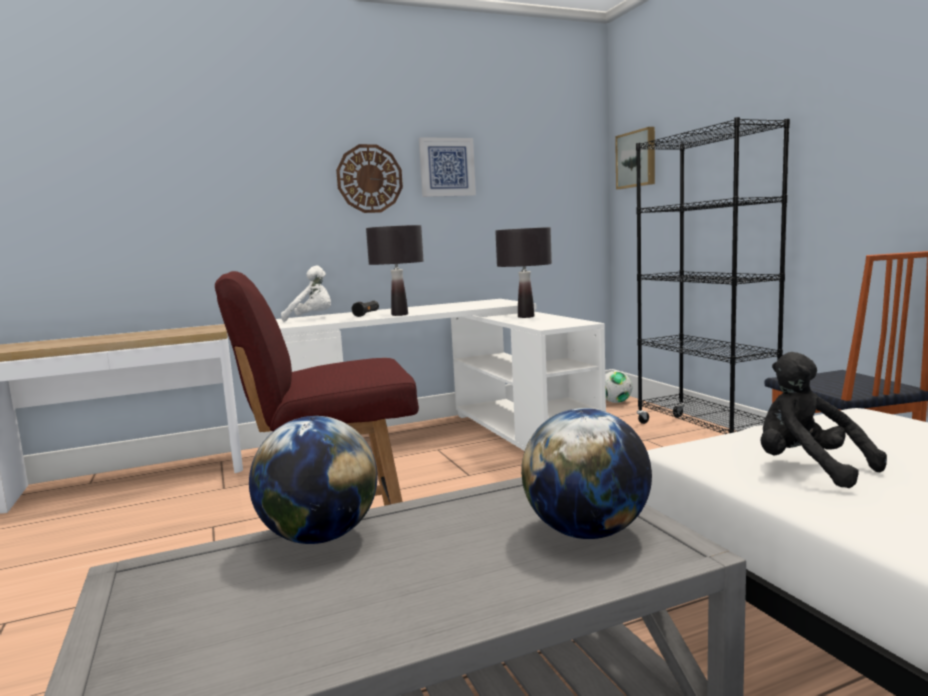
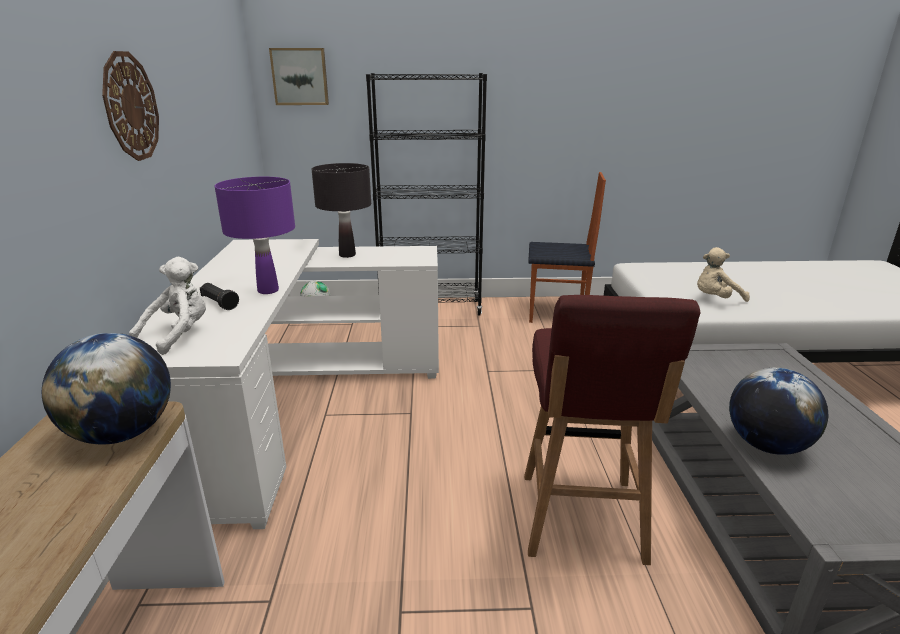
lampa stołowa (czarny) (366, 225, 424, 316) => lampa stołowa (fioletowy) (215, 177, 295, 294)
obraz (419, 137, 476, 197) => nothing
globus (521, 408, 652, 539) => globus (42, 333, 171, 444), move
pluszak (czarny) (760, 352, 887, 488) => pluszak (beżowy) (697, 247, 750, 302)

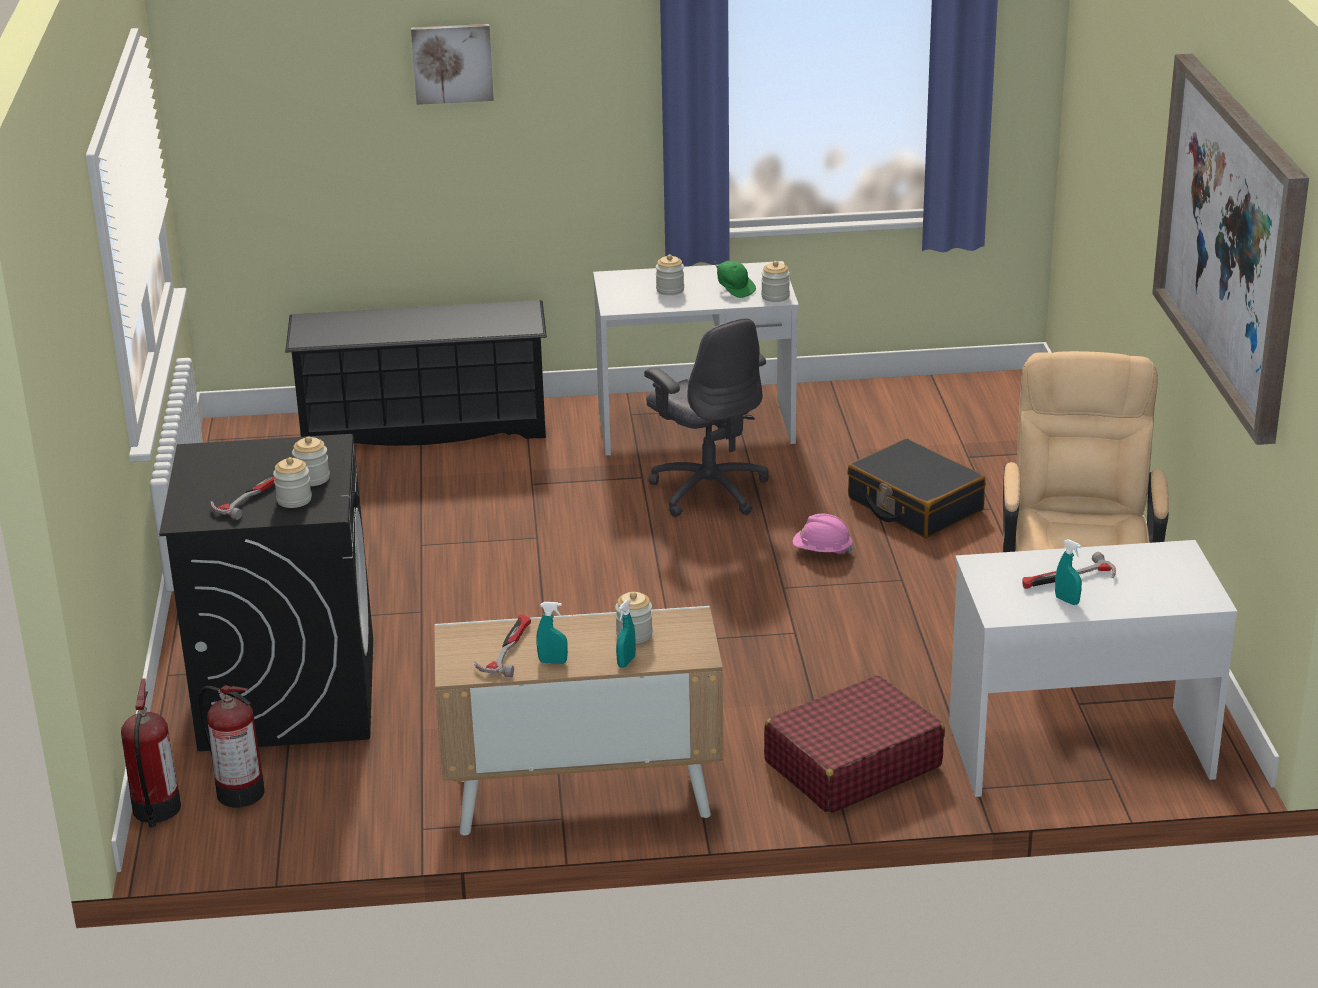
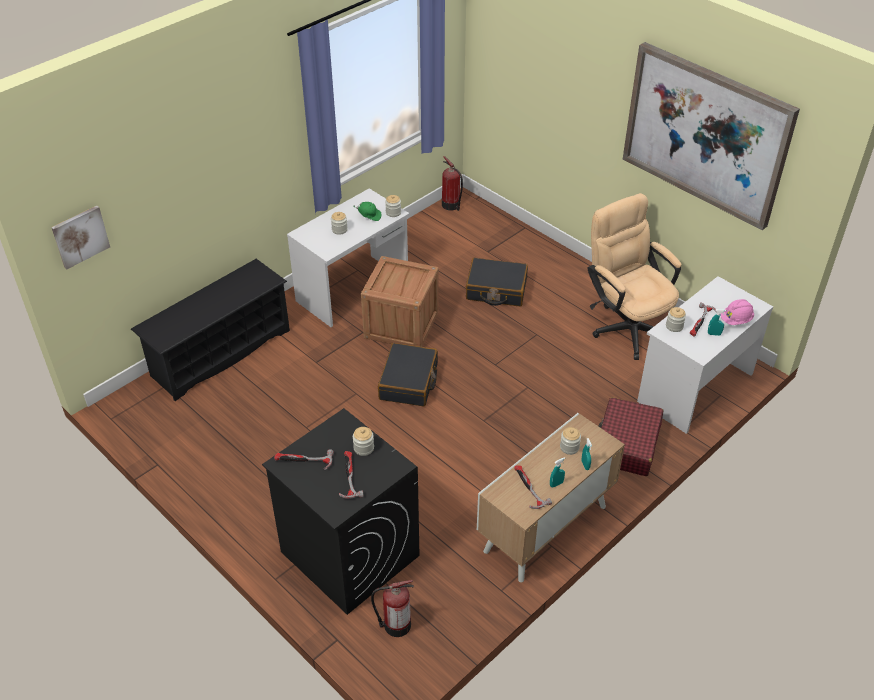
gaśnica (121, 679, 181, 828) => gaśnica (442, 156, 463, 211), move
słoik (273, 457, 312, 508) => słoik (666, 307, 686, 332), move
obraz (411, 24, 494, 105) => obraz (51, 206, 110, 269), move
krzesło biurowe (szary) (644, 318, 769, 517) => skrzynka (361, 256, 439, 347)
kask (różowy) (793, 514, 853, 554) => kask (różowy) (720, 299, 754, 325), move
nothing => młotek (274, 450, 334, 470)
nothing => walizka (czarny) (378, 343, 438, 407)

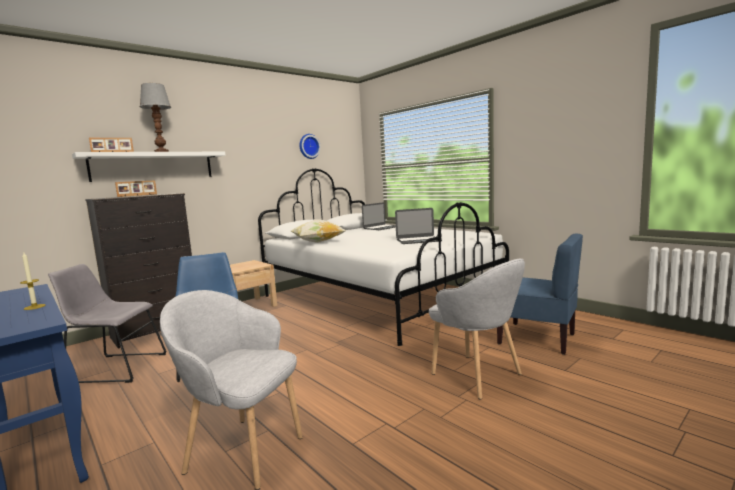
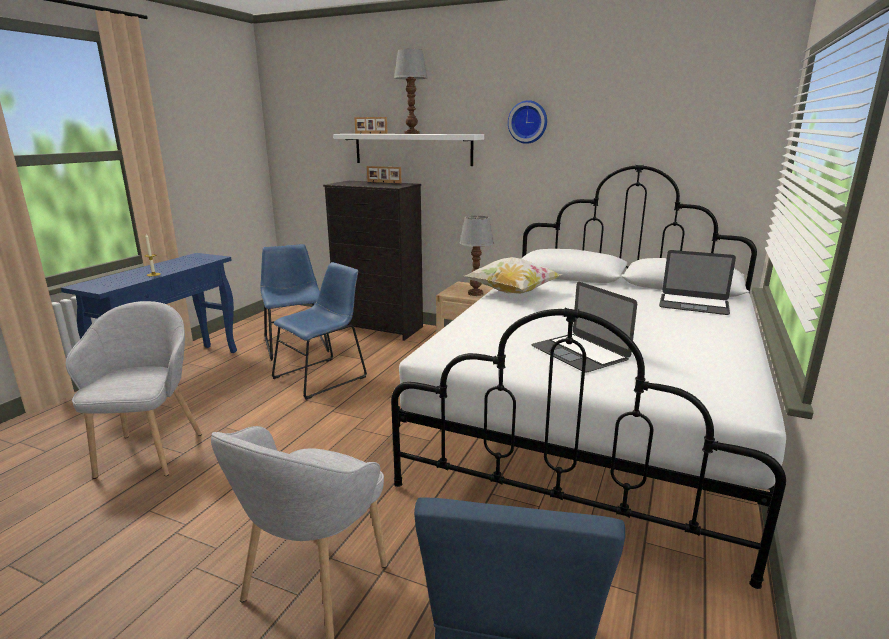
krzesło (szary) (48, 264, 167, 383) => krzesło (niebieski) (260, 244, 329, 361)
zegar ścienny (300, 134, 321, 159) => zegar ścienny (508, 100, 547, 144), move
nothing => lampa stołowa (460, 216, 494, 296)

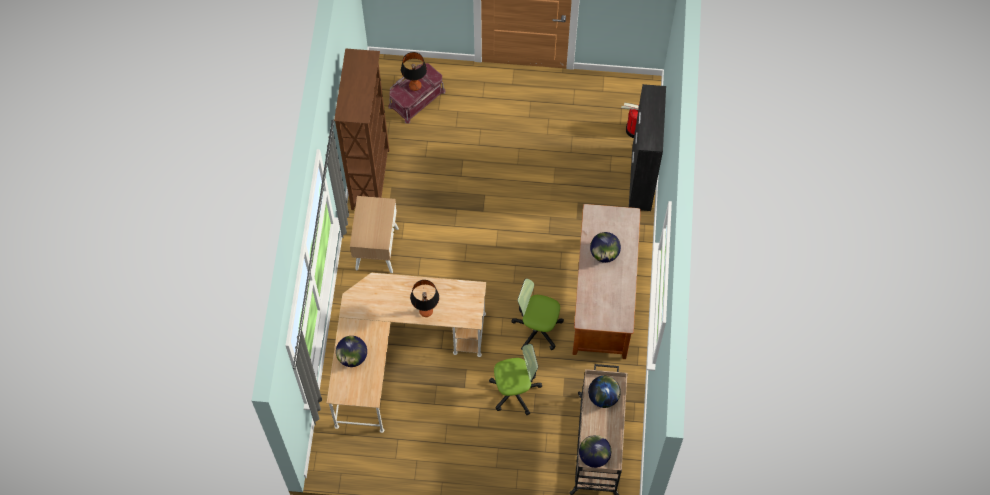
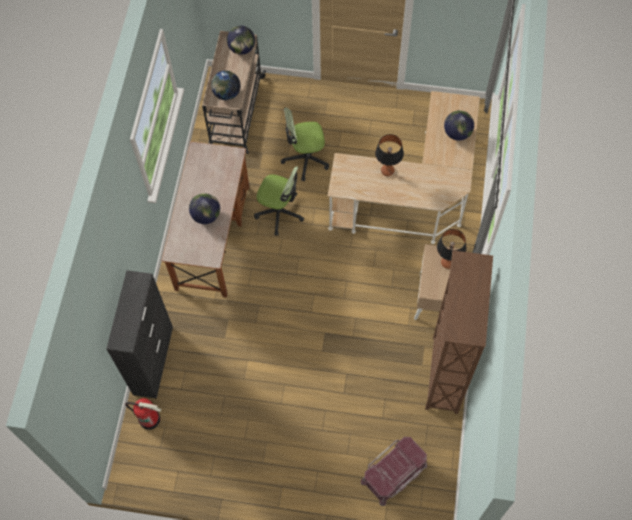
lampa stołowa (401, 52, 427, 91) => lampa stołowa (437, 229, 466, 269), move

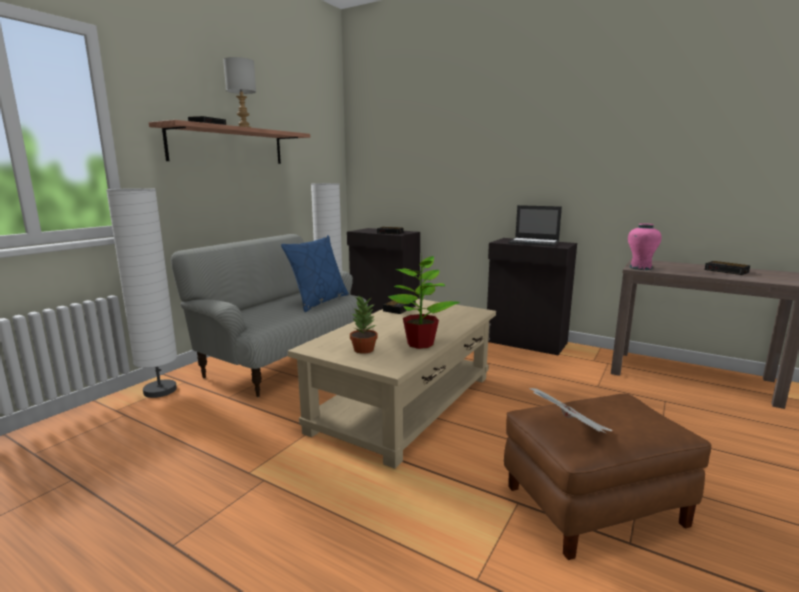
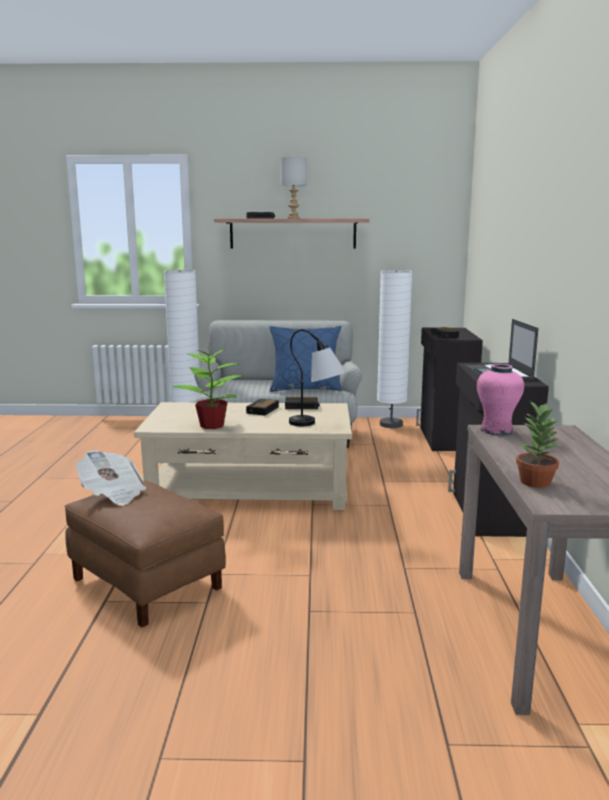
roślina doniczkowa (350, 295, 378, 354) => roślina doniczkowa (516, 401, 562, 488), move
budzik (705, 261, 750, 275) => budzik (246, 399, 279, 416), move
nothing => lampa stołowa (289, 329, 346, 426)

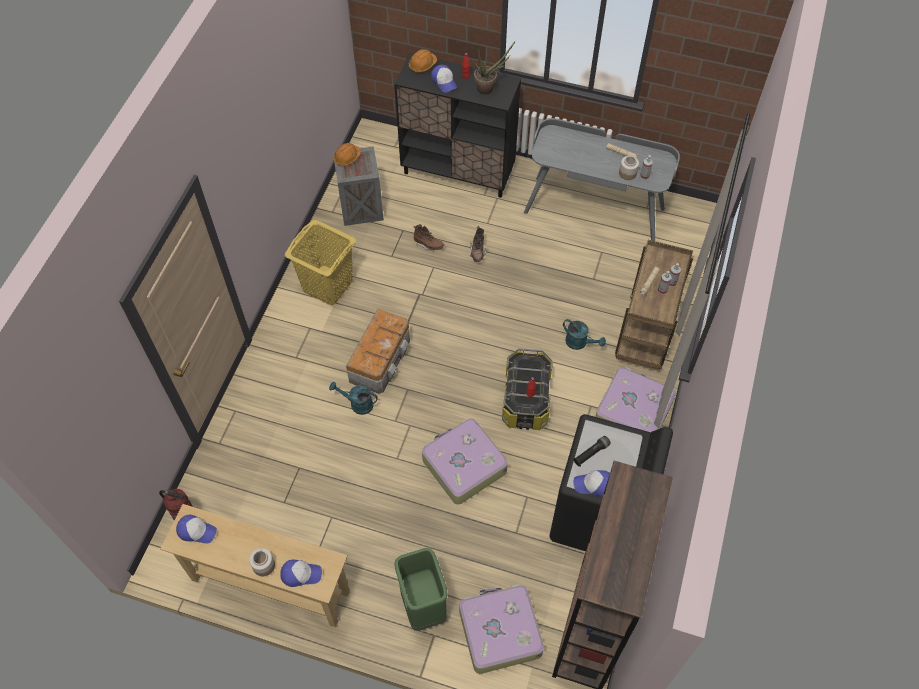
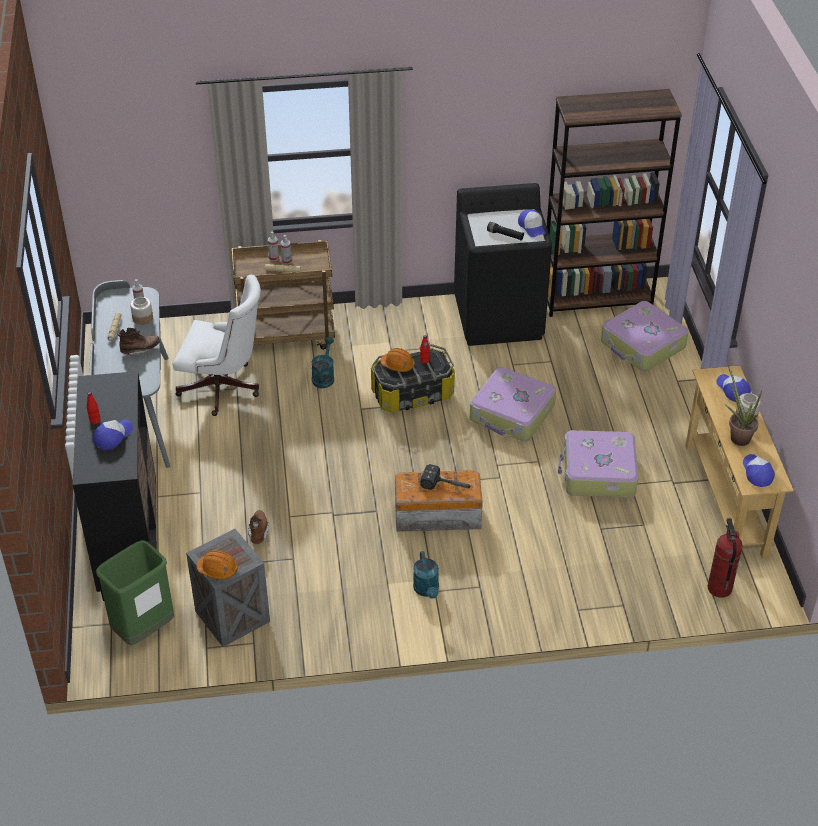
kosz na pranie (żółty) (285, 220, 356, 305) => nothing
konewka (turkusowy) (329, 382, 378, 415) => konewka (turkusowy) (413, 551, 439, 599), move
kosz na śmieci (zielony) (395, 548, 447, 631) => kosz na śmieci (zielony) (96, 540, 174, 645), move
kask (pomarańczowy) (409, 49, 437, 73) => kask (pomarańczowy) (380, 348, 415, 372), move
but z cholewką (brązowy) (470, 226, 486, 262) => but z cholewką (brązowy) (118, 328, 160, 357), move
roślina doniczkowa (474, 42, 515, 95) => roślina doniczkowa (724, 365, 762, 446), move
walizka (595, 367, 676, 432) => walizka (558, 430, 638, 498), move
nothing => krzesło biurowe (biały) (172, 275, 261, 416)
nothing => młotek (421, 464, 473, 490)

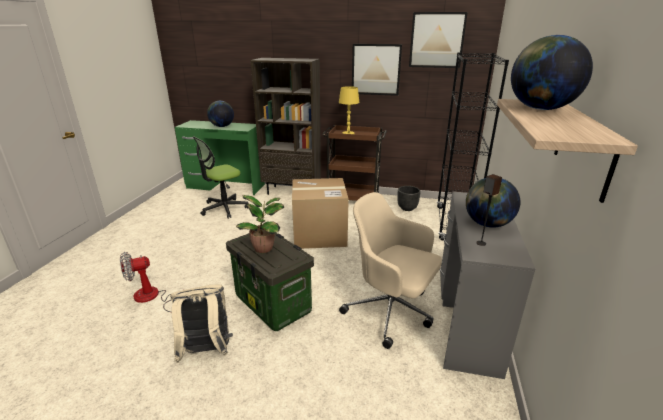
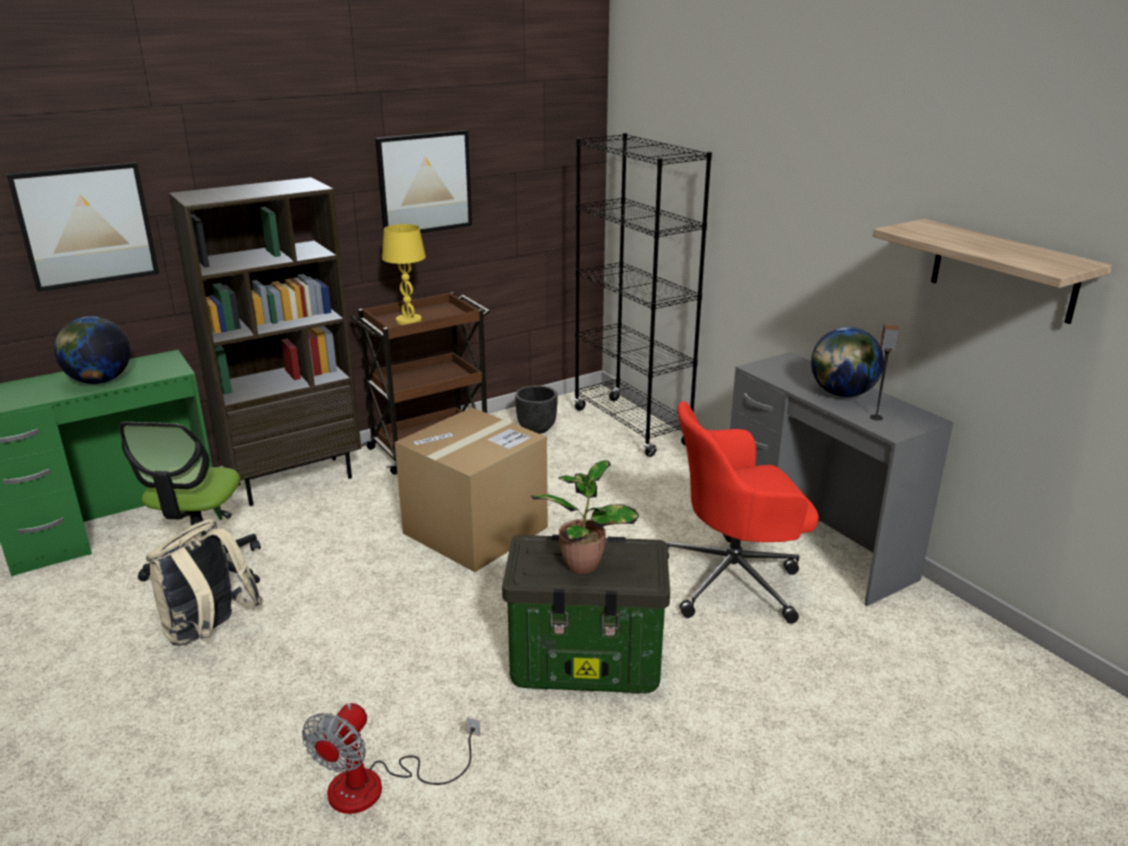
plecak (beżowy) (170, 285, 233, 363) => plecak (beżowy) (146, 519, 263, 646), move
krzesło biurowe (beżowy) (339, 192, 442, 349) => krzesło biurowe (czerwony) (666, 401, 819, 624)
obraz (409, 12, 468, 68) => obraz (6, 162, 159, 292), move
globus (511, 35, 593, 110) => nothing

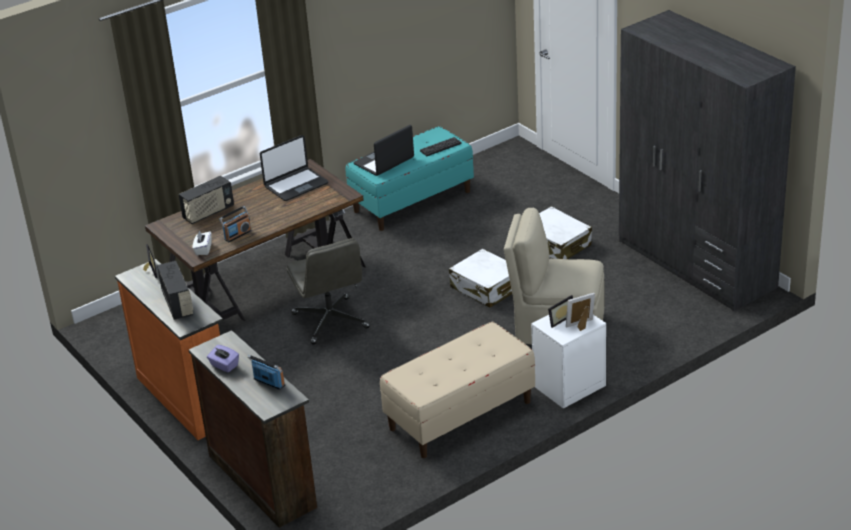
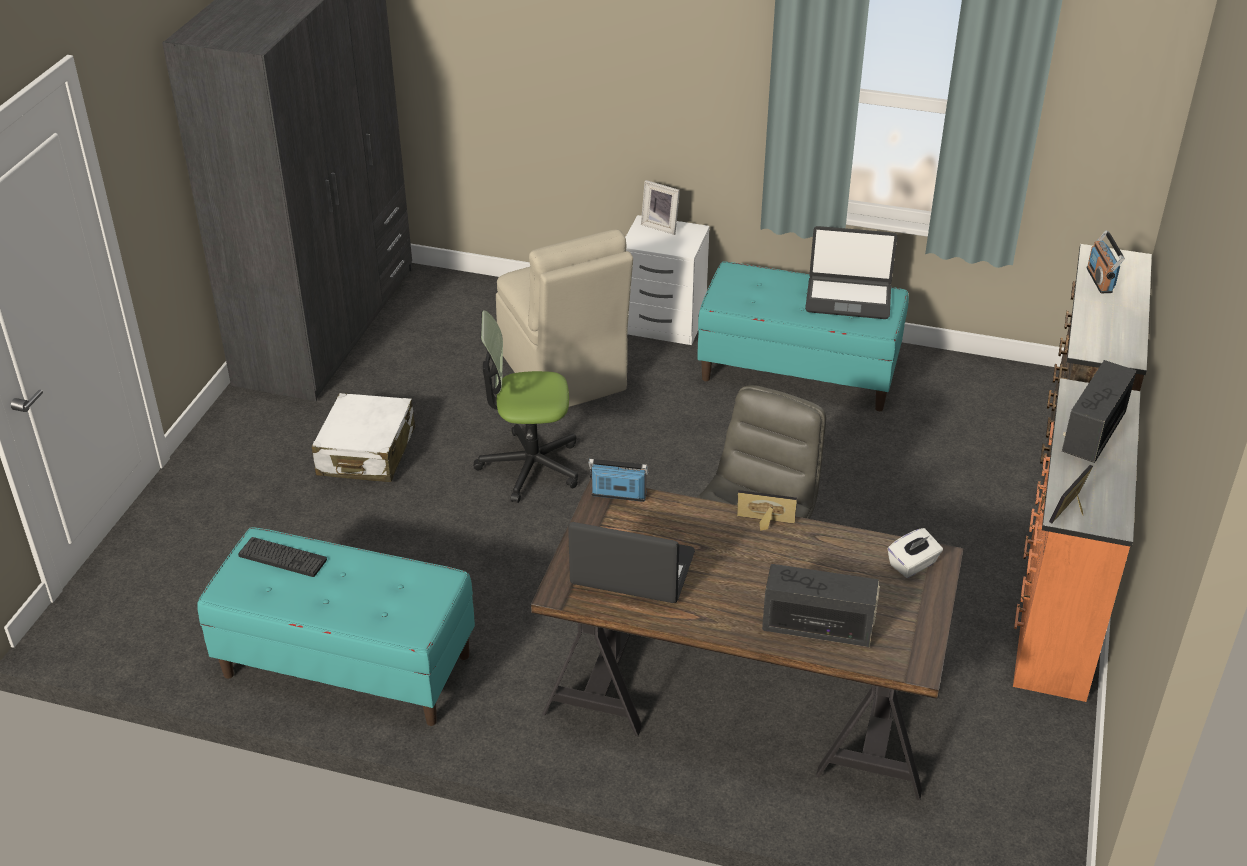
pudełko chusteczek (fioletowy) (207, 345, 239, 373) => nothing
radio (219, 206, 251, 242) => radio (588, 459, 649, 502), move
laptop (353, 125, 414, 176) => laptop (805, 226, 897, 319), move
ławka (beżowy) (380, 322, 535, 458) => ławka (turkusowy) (697, 262, 909, 411)
walizka (biały) (449, 249, 512, 308) => krzesło biurowe (474, 310, 578, 503)
ramka na zdjęcie (548, 295, 573, 328) => ramka na zdjęcie (737, 490, 797, 531), move

